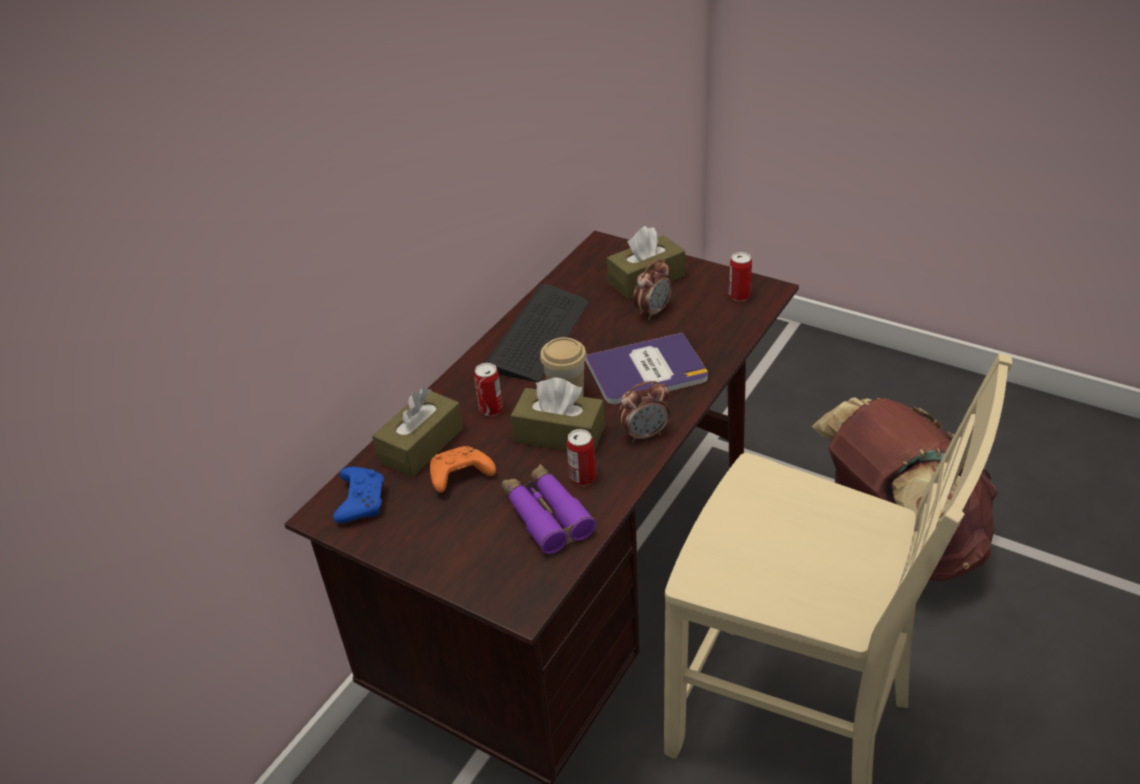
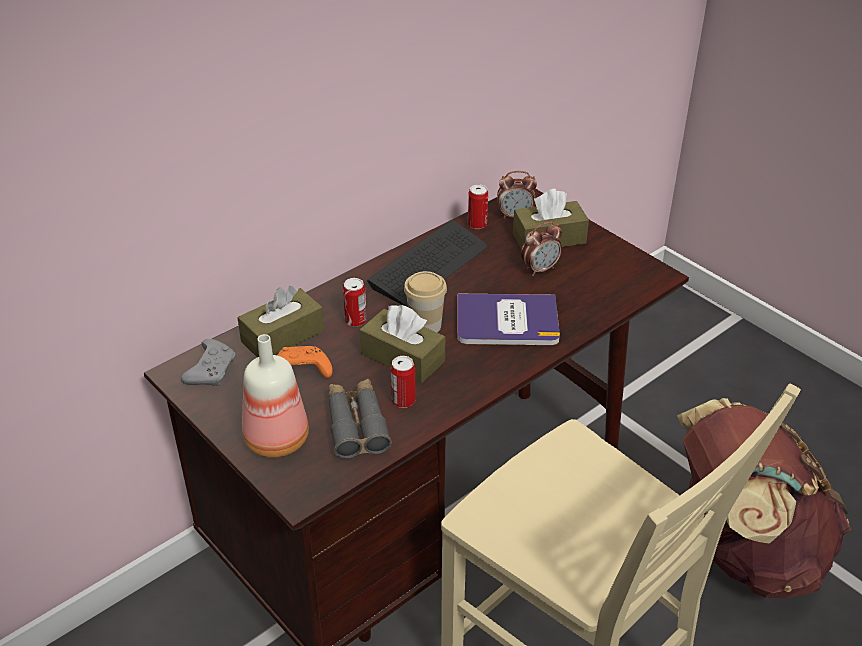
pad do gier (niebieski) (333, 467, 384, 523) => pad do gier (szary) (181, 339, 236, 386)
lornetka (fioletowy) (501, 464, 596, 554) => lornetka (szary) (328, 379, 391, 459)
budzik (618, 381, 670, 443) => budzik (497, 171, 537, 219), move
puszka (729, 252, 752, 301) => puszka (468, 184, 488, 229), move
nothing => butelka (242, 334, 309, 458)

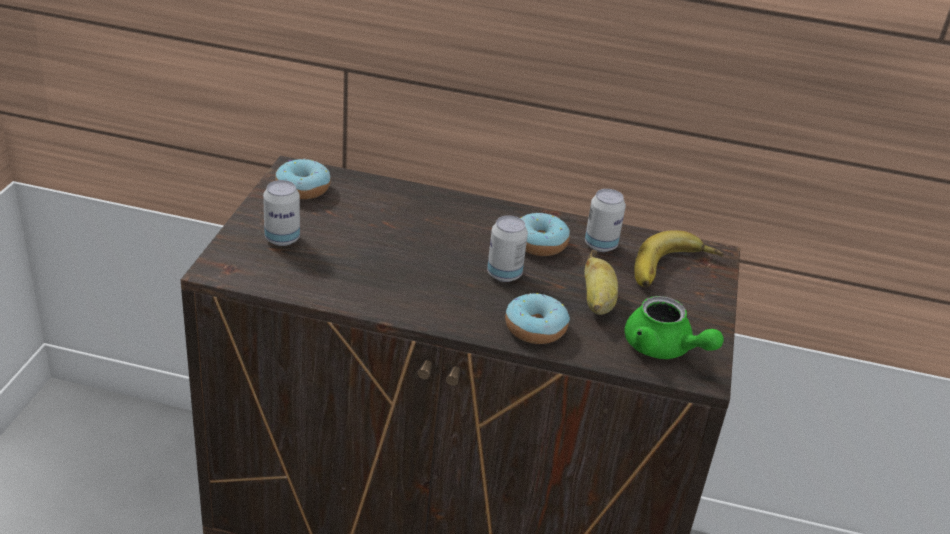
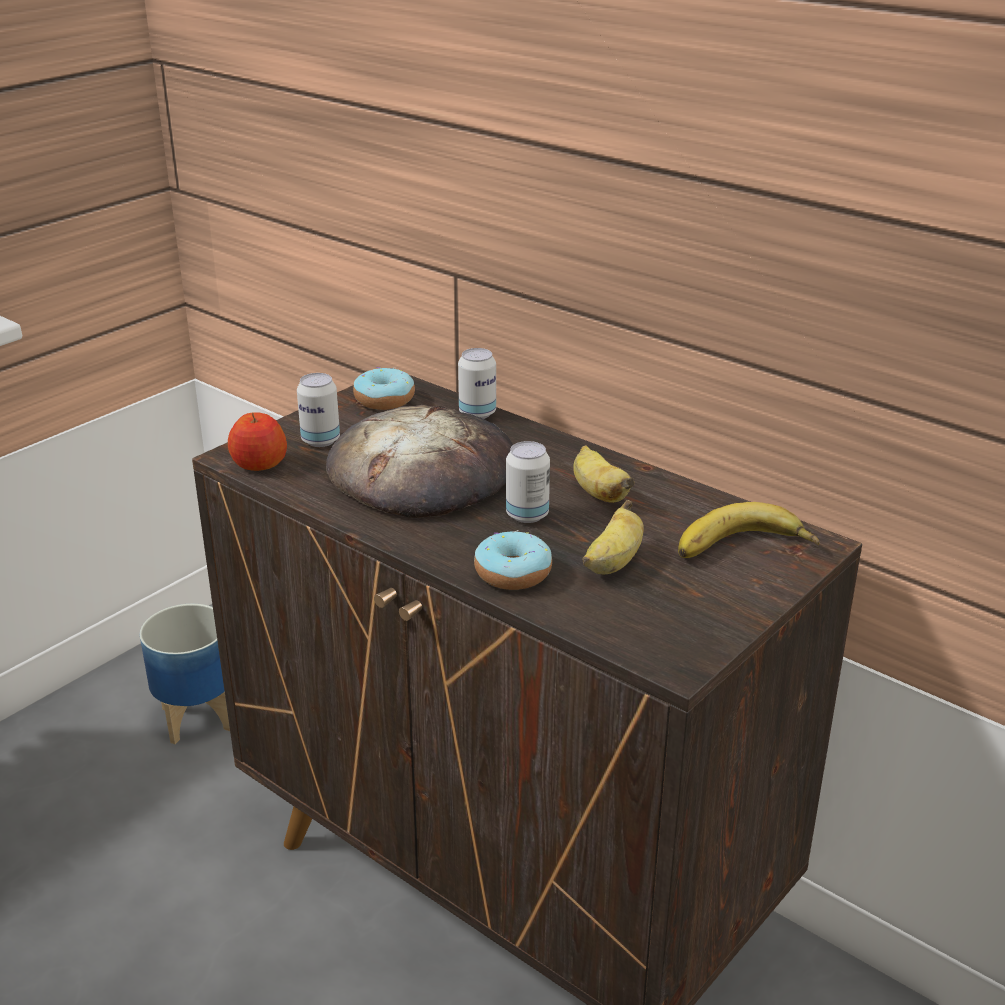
donut (520, 213, 570, 256) => banan (573, 445, 635, 503)
puszka (585, 189, 626, 252) => puszka (458, 348, 496, 419), move
imbryk (zielony) (624, 296, 724, 359) => nothing
nothing => donica (140, 604, 230, 744)
nothing => jabłko (228, 412, 287, 471)
nothing => chleb (326, 405, 513, 518)

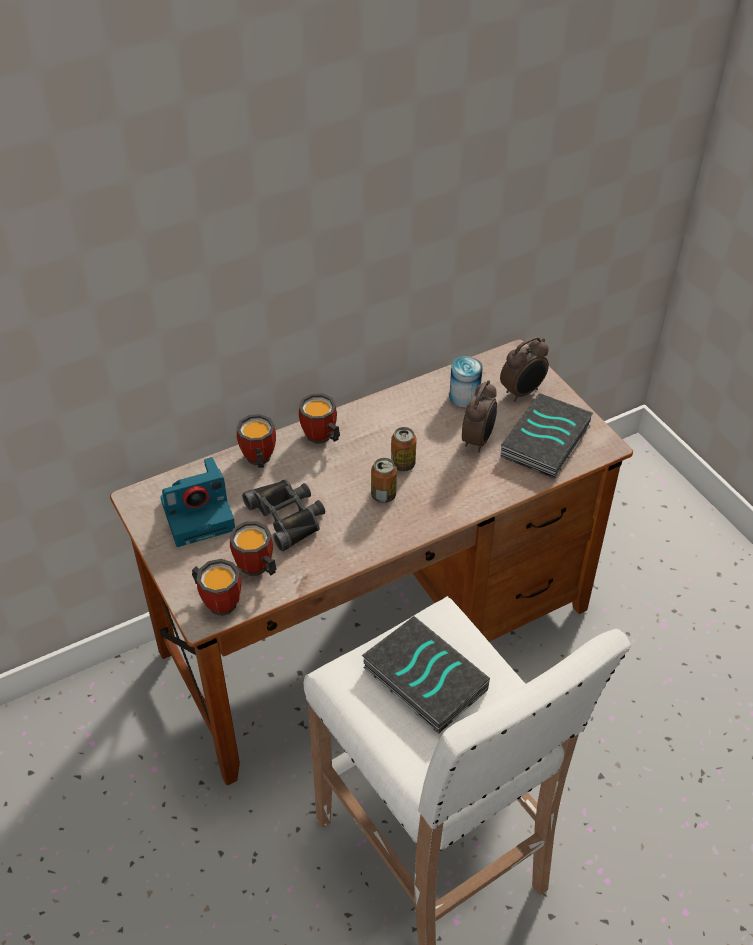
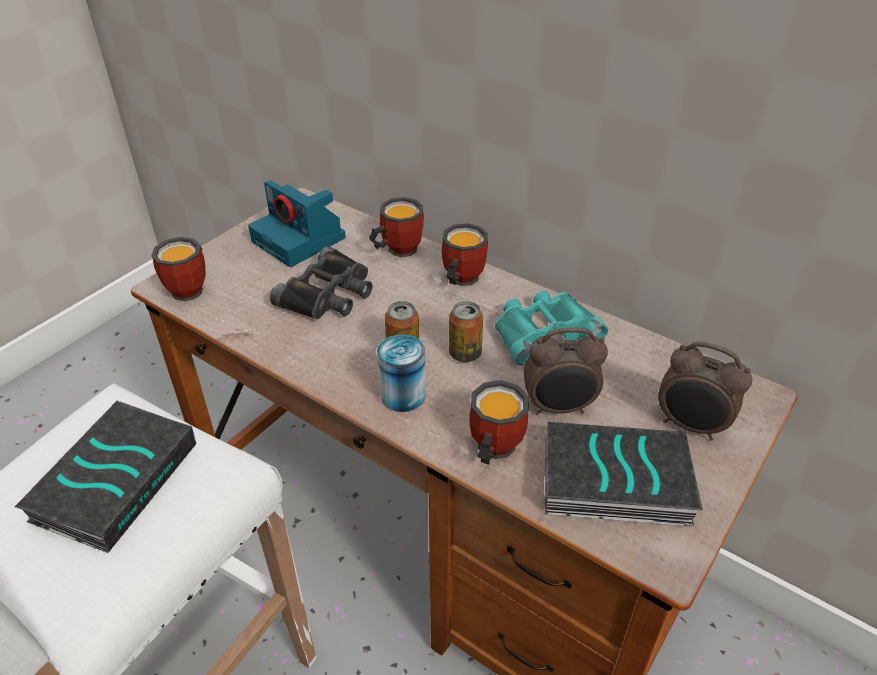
kubek (229, 521, 277, 576) => kubek (469, 380, 529, 465), move
puszka (449, 356, 483, 408) => puszka (377, 334, 426, 412), move
nothing => lornetka (turkusowy) (495, 291, 608, 365)

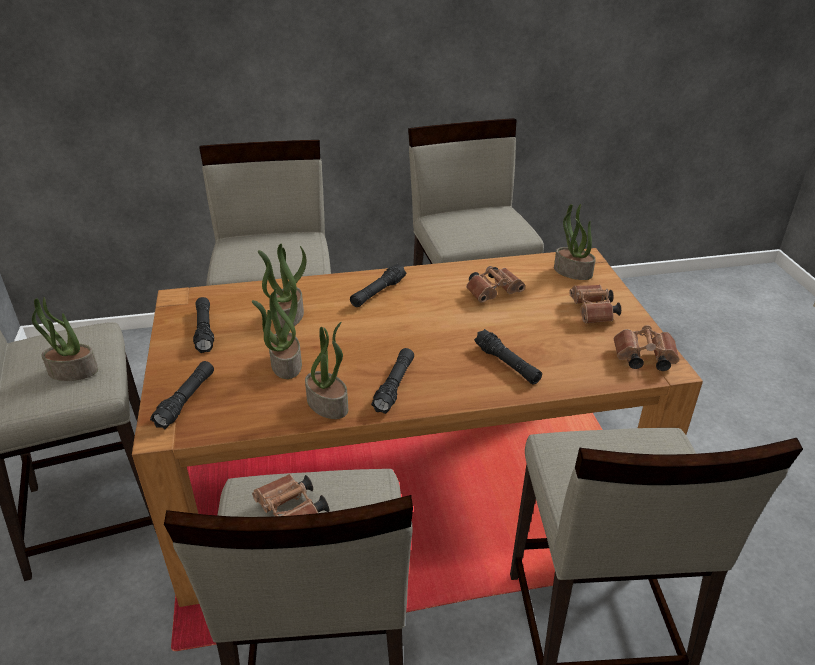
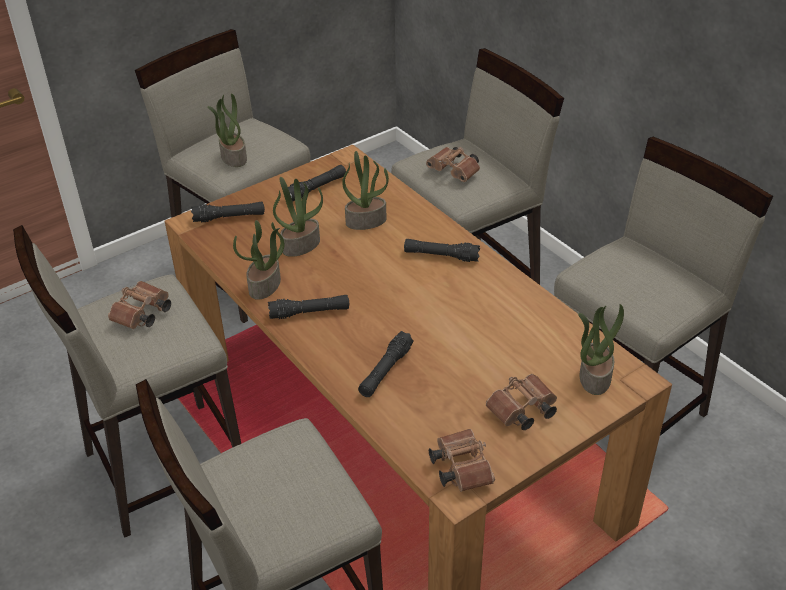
lornetka (brązowy) (466, 266, 525, 303) => lornetka (brązowy) (426, 147, 480, 182), move

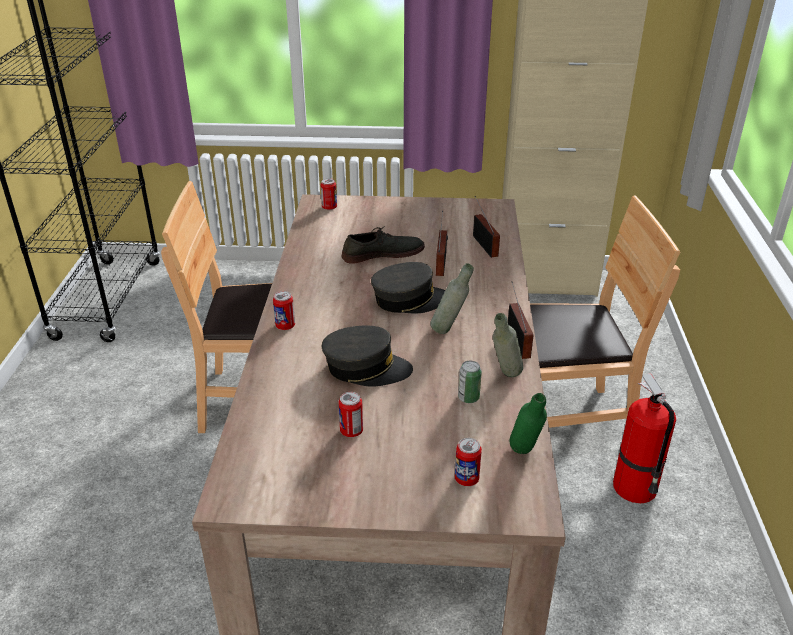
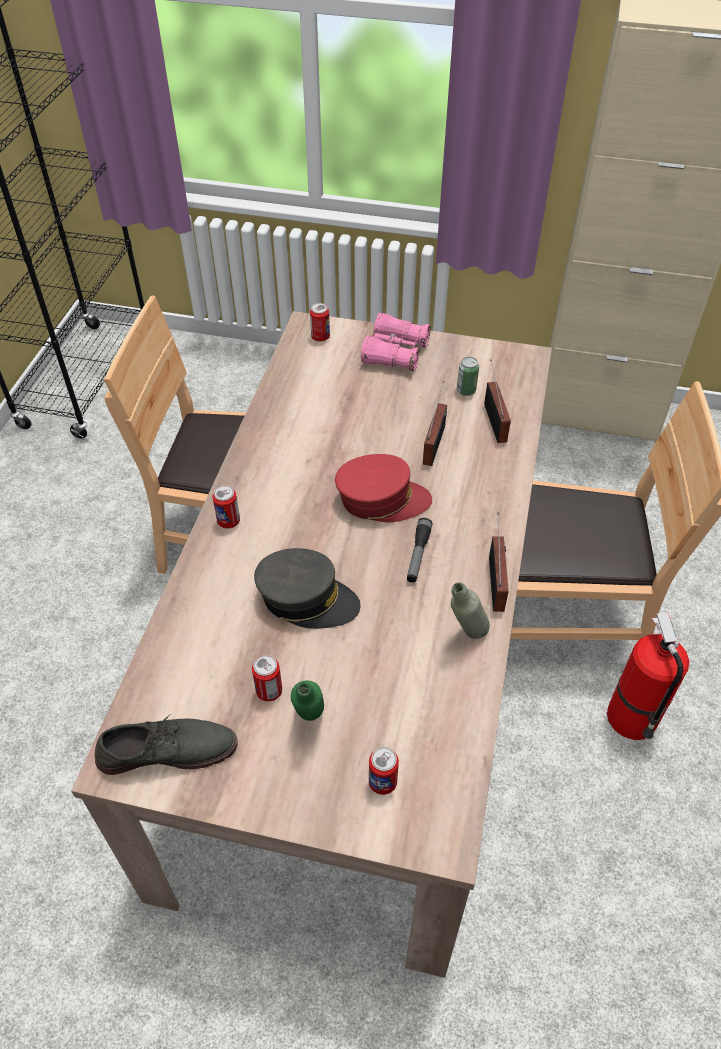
but (szary) (342, 226, 425, 264) => but (szary) (95, 714, 238, 775), move
czapka z daszkiem (szary) (371, 262, 445, 313) => czapka z daszkiem (czerwony) (335, 454, 432, 522)
butelka (szary) (431, 263, 474, 334) => latarka (407, 518, 433, 583)
puszka (458, 361, 482, 403) => puszka (457, 357, 479, 396), move
butelka (zielony) (510, 393, 547, 454) => butelka (zielony) (291, 680, 324, 721), move
nothing => lornetka (różowy) (361, 313, 431, 371)

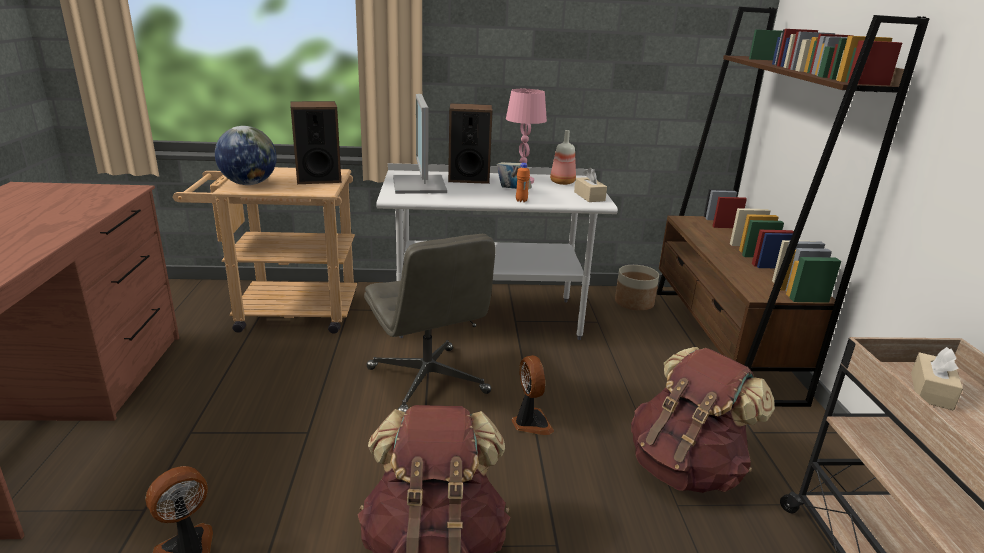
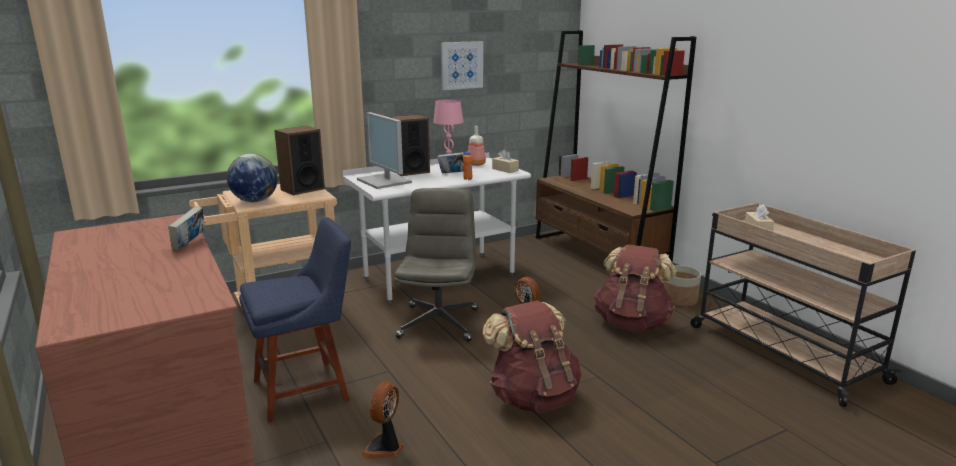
krzesło biurowe (szary) (364, 234, 496, 412) => krzesło biurowe (szary) (394, 188, 478, 342), 120 degrees counterclockwise
donica (615, 265, 659, 311) => donica (663, 265, 701, 307), move
nothing => książka (168, 206, 205, 251)
nothing => krzesło (niebieski) (239, 217, 351, 423)
nothing => obraz (441, 41, 483, 90)

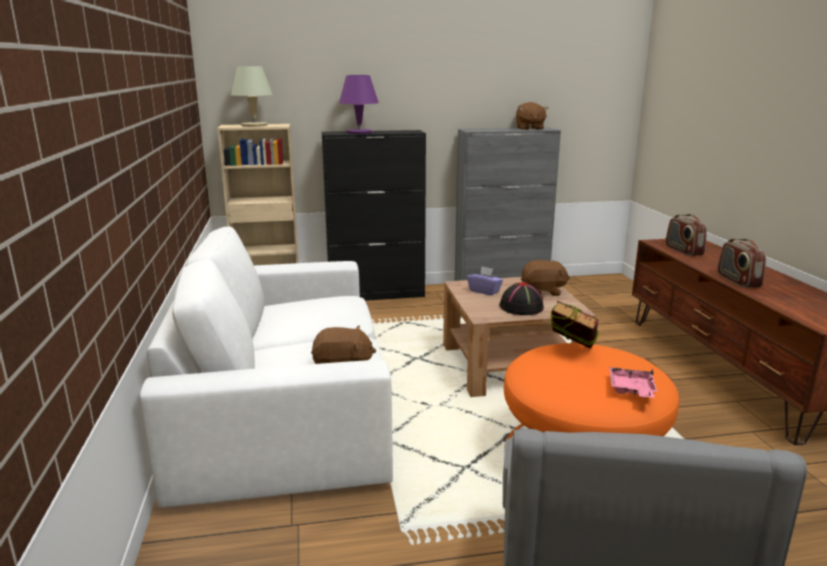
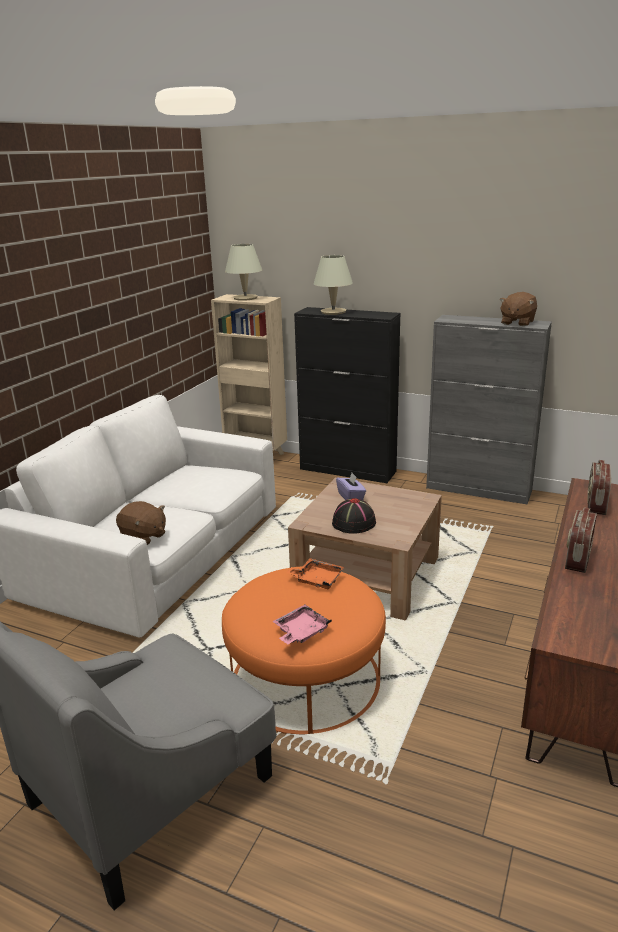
lampa stołowa (fioletowy) (339, 75, 379, 134) => lampa stołowa (beżowy) (314, 255, 353, 315)
pluszak (brązowy) (521, 260, 570, 296) => nothing
książka (550, 301, 599, 349) => taca (pomarańczowy) (286, 558, 344, 589)

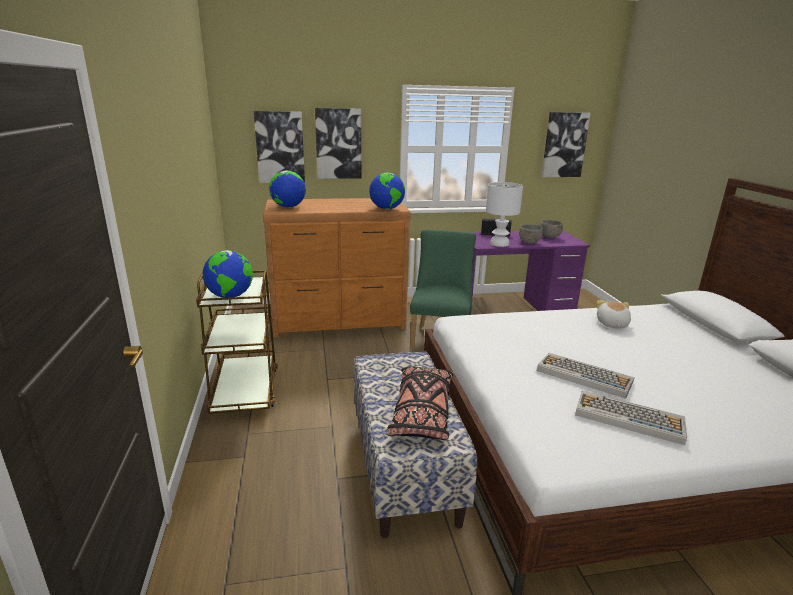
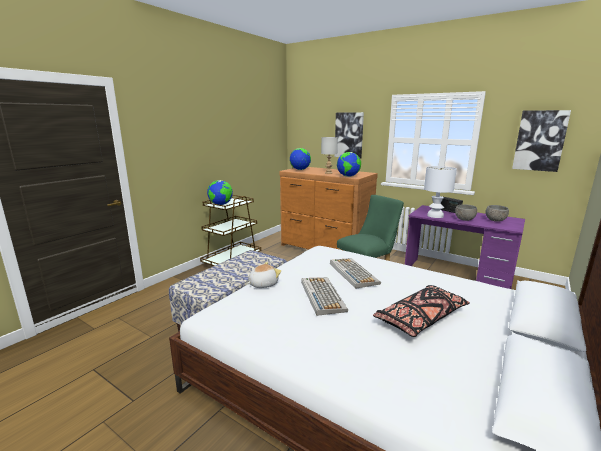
obraz (254, 111, 305, 183) => nothing
poduszka (czarny) (387, 366, 454, 440) => poduszka (czarny) (373, 285, 470, 337), move
klawiatura (575, 390, 687, 445) => klawiatura (330, 258, 381, 289), move
pluszak (597, 300, 631, 328) => pluszak (246, 262, 281, 288), move
nothing => lampa stołowa (szary) (321, 137, 338, 174)

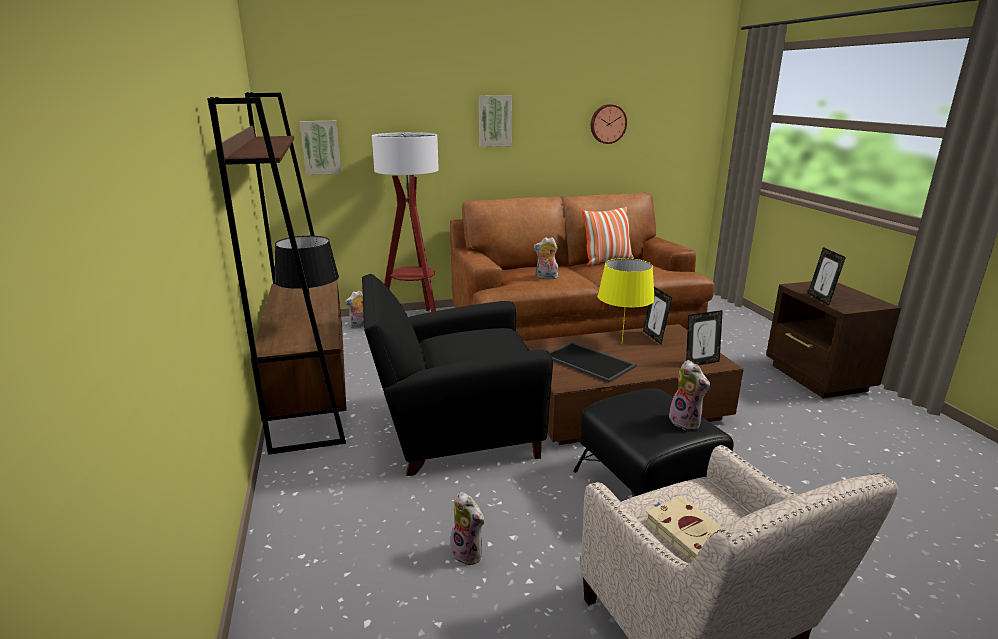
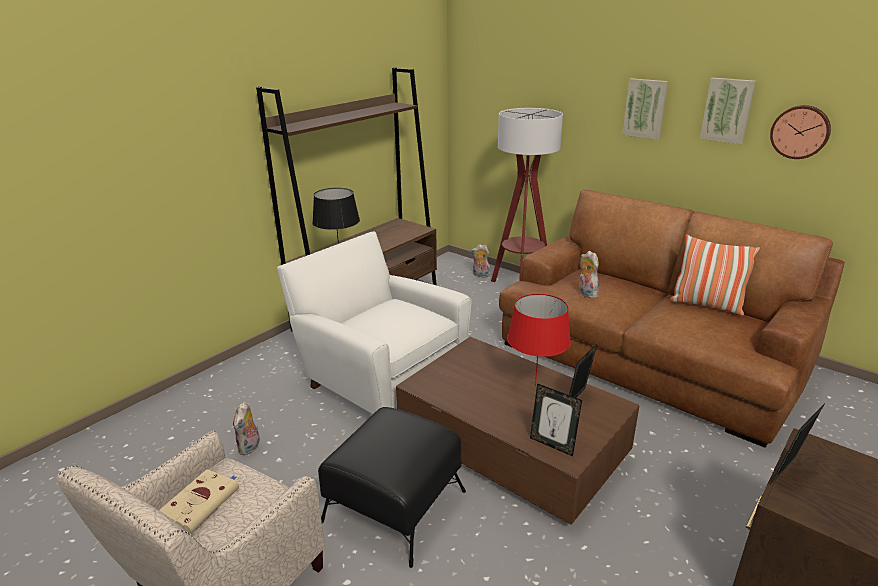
obraz (300, 121, 341, 175) => obraz (700, 78, 756, 144), move
fotel (czarny) (362, 274, 553, 476) => fotel (biały) (277, 232, 472, 414)
taca (549, 342, 636, 383) => nothing
lampa stołowa (żółty) (598, 258, 655, 343) => lampa stołowa (czerwony) (507, 294, 571, 387)
pluszak (669, 360, 710, 430) => nothing

